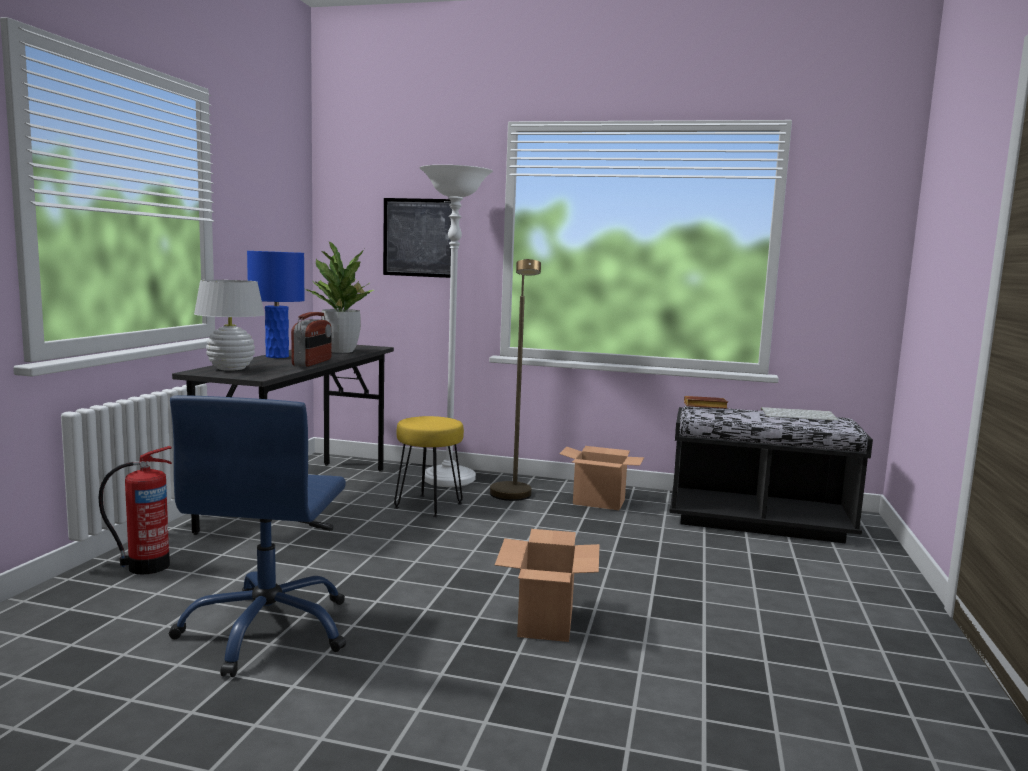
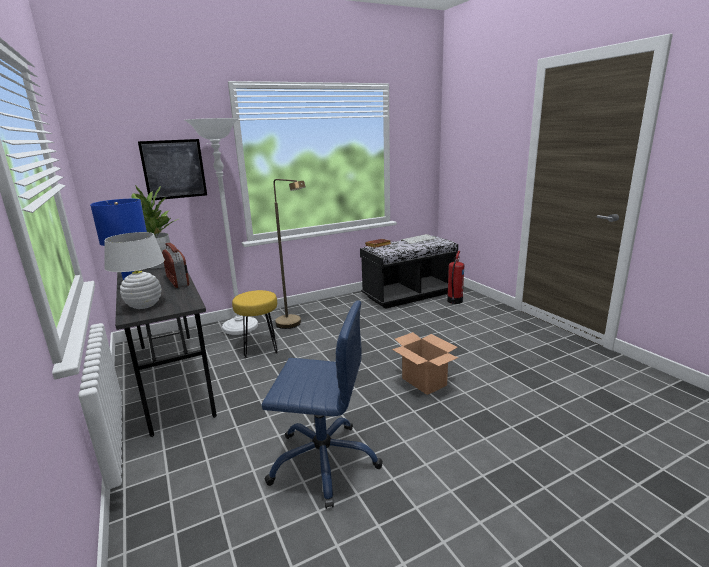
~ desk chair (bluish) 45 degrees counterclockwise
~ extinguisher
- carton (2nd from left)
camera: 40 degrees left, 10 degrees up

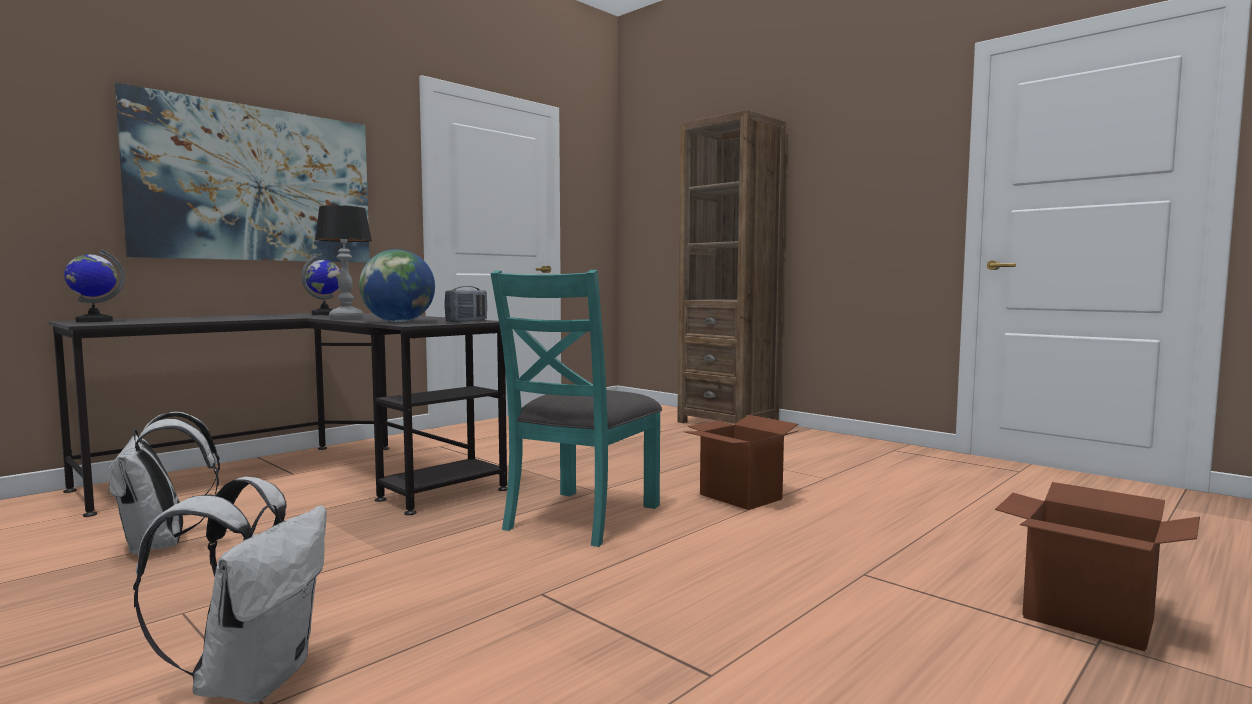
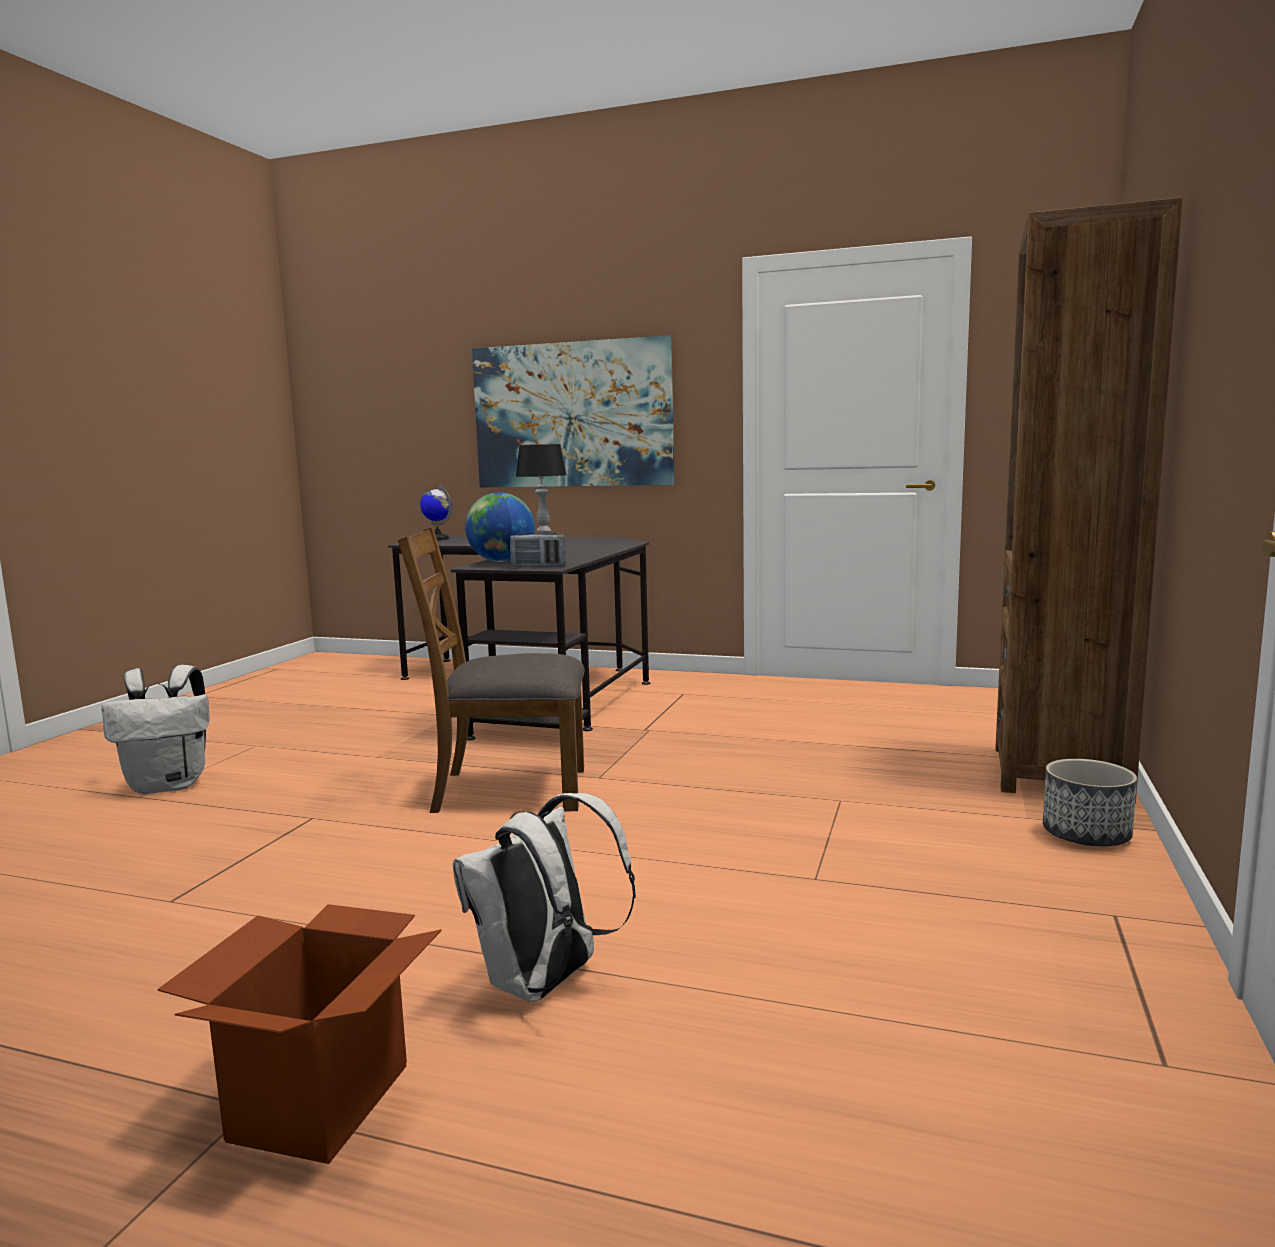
- globe (2nd from left)
~ plain chair (turquoise-coloured) to plain chair (brownish)
~ rucksack (whitish) (1st from left in the first image) to rucksack (whitish) (2nd from left)
- carton (1st from left)
+ flower pot
camera: 65 degrees right, 5 degrees up

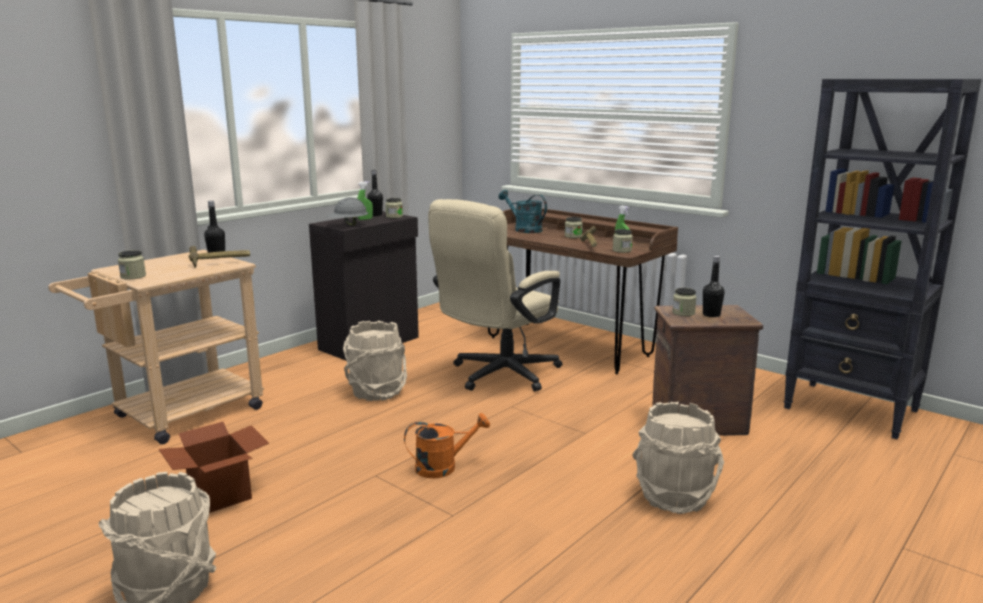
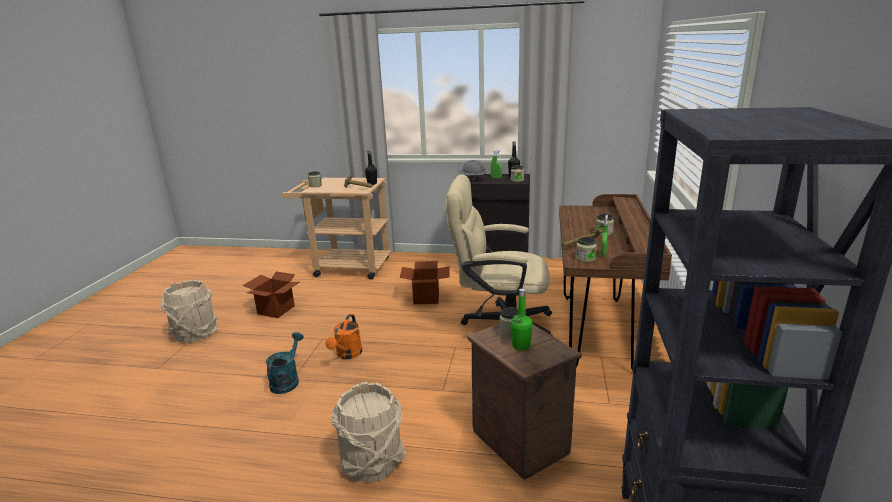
~ sprinkling can (turquoise-coloured)
~ bottle (black-coloured) (3rd from left) to bottle (green-coloured)
~ water bucket (beige) (2nd from left) to carton (2nd from left)
~ sprinkling can (orangey) 60 degrees clockwise
camera: 60 degrees right, 5 degrees up

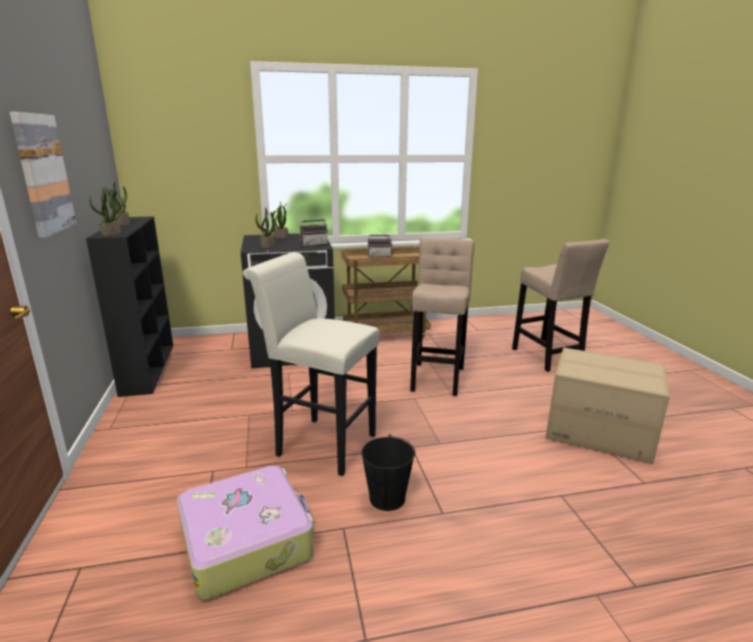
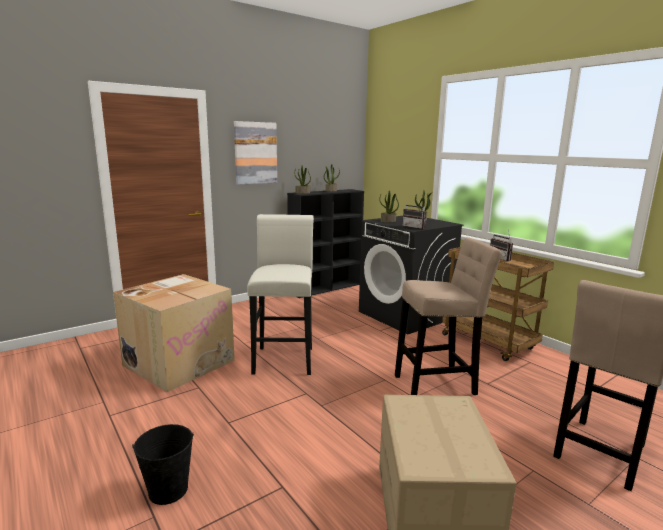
~ water bucket (black-coloured)
~ piece of luggage to carton (1st from left)
camera: 65 degrees right, 5 degrees down

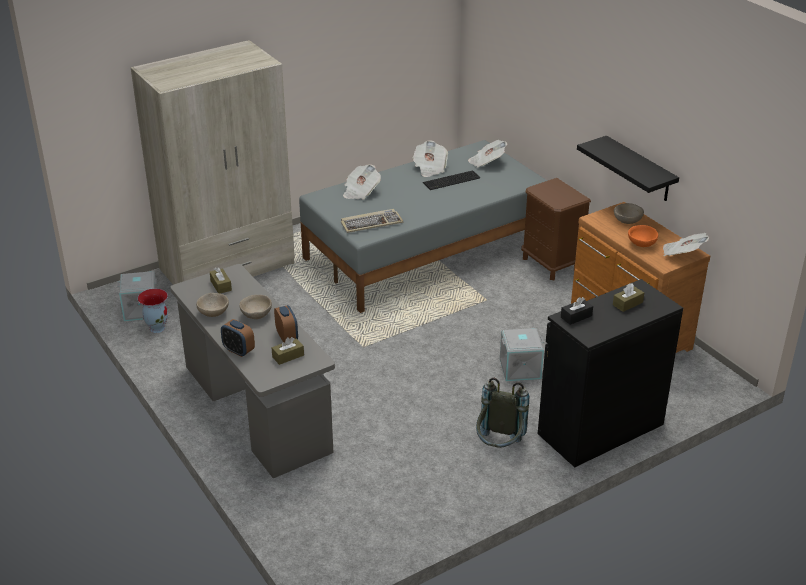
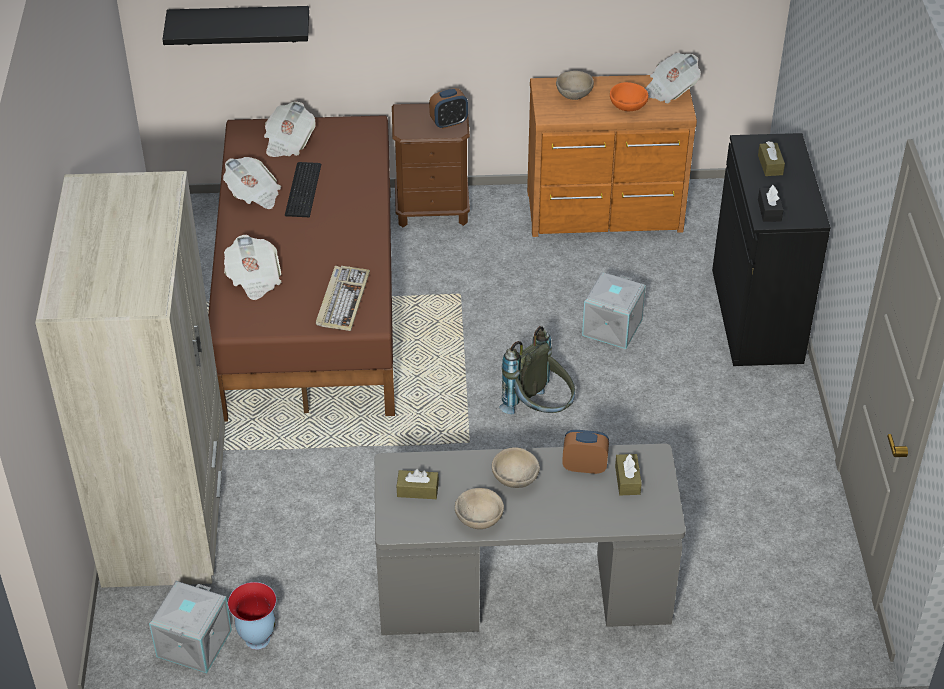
~ bracket shelf (black-coloured)
~ sleeping bed (gray) to sleeping bed (brownish)
~ bedside clock (1st from left)
~ rucksack (gray)
camera: 60 degrees left, 10 degrees up

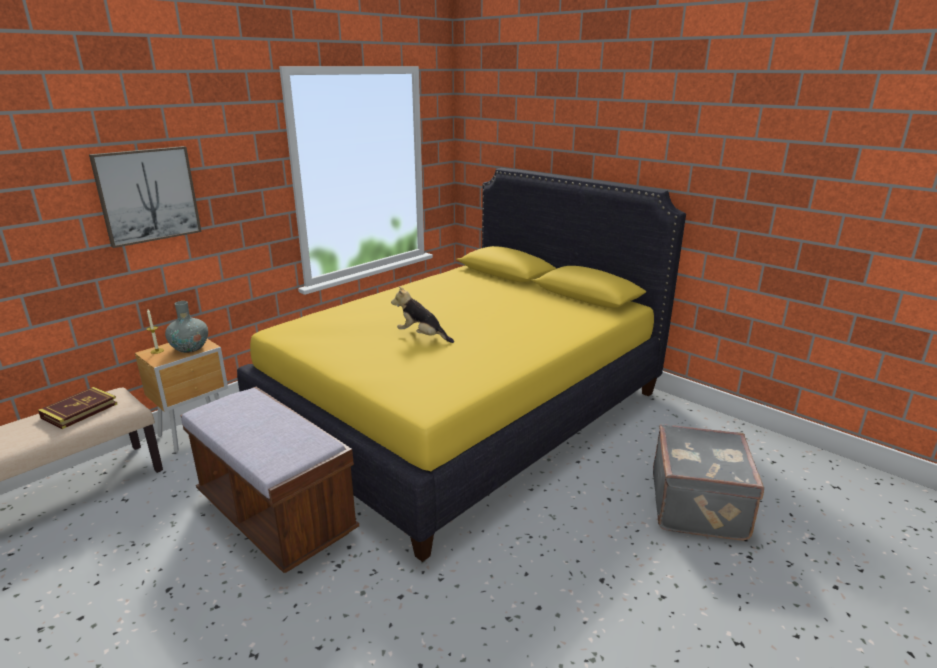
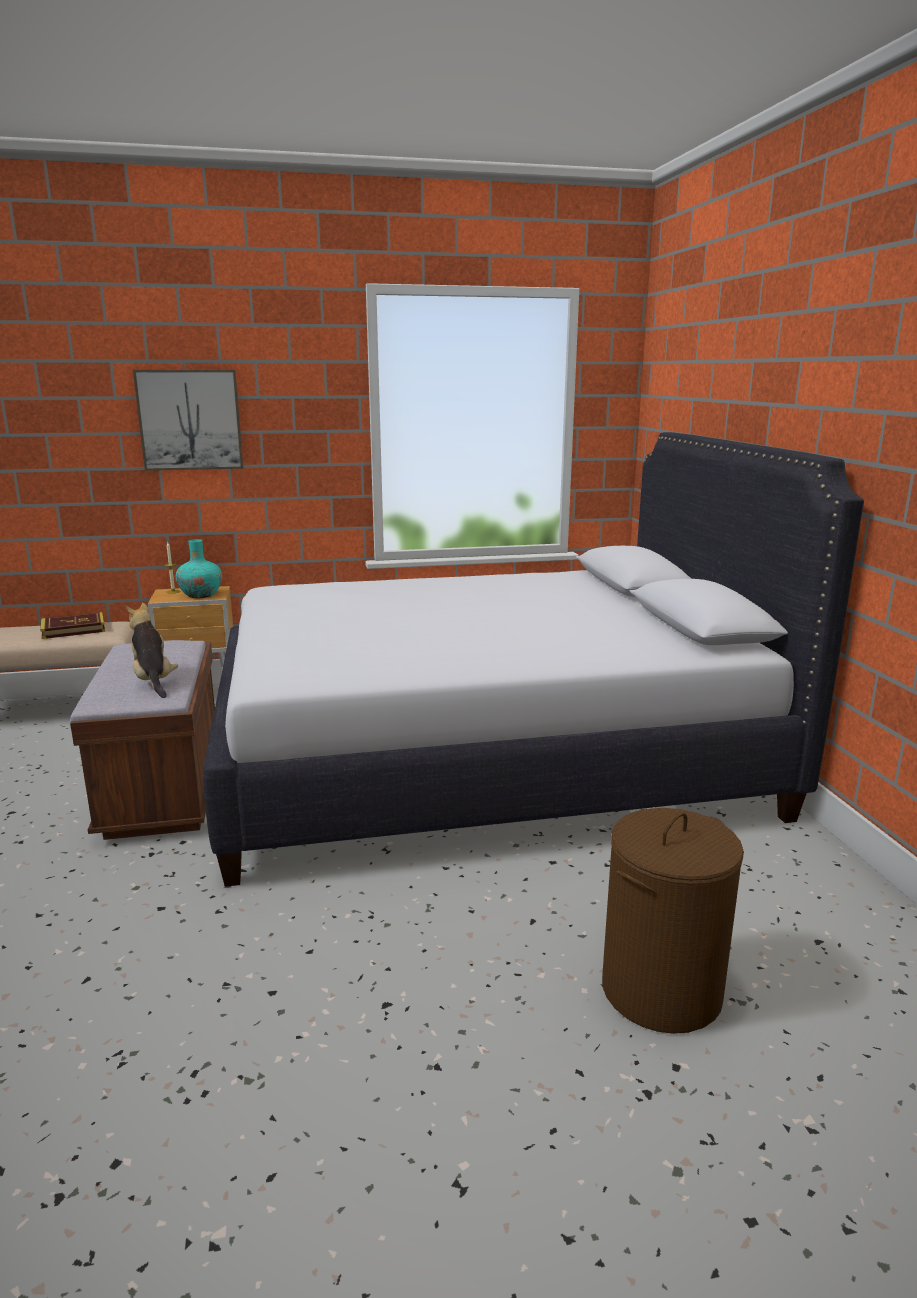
~ sleeping bed (yellowish) to sleeping bed (whitish)
~ cuddly toy
~ vase (gray) to vase (turquoise-coloured)
~ piece of luggage (gray) to washing basket (brownish)
camera: 35 degrees right, 5 degrees down

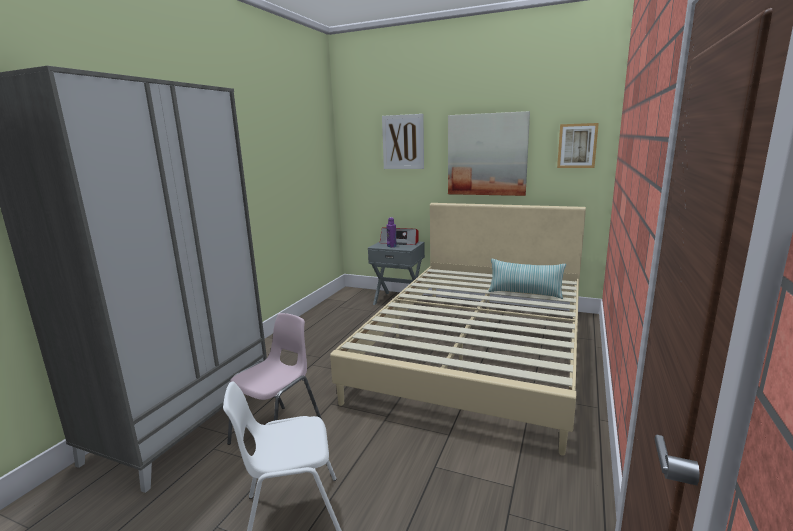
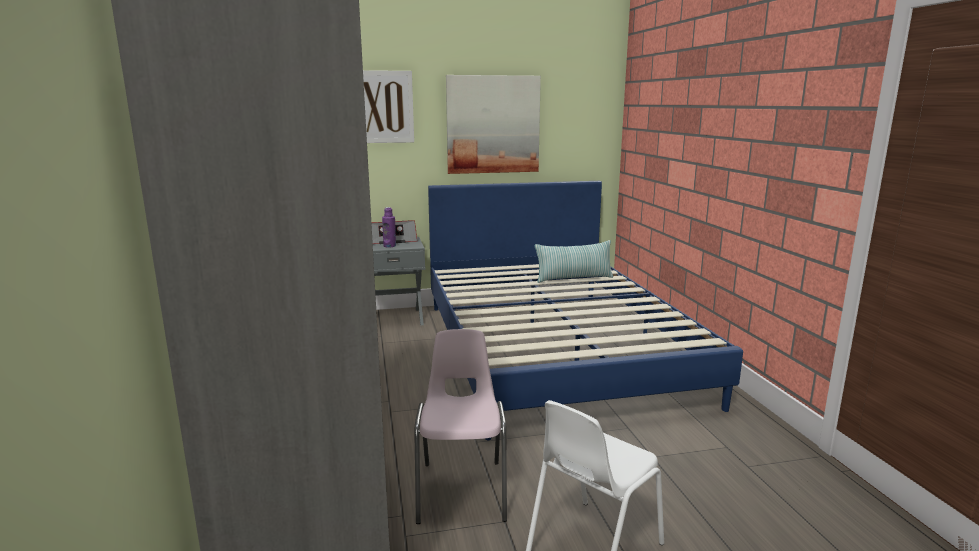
- wall art (3rd from left)
~ sleeping bed (beige) to sleeping bed (bluish)
camera: 35 degrees left, 0 degrees up

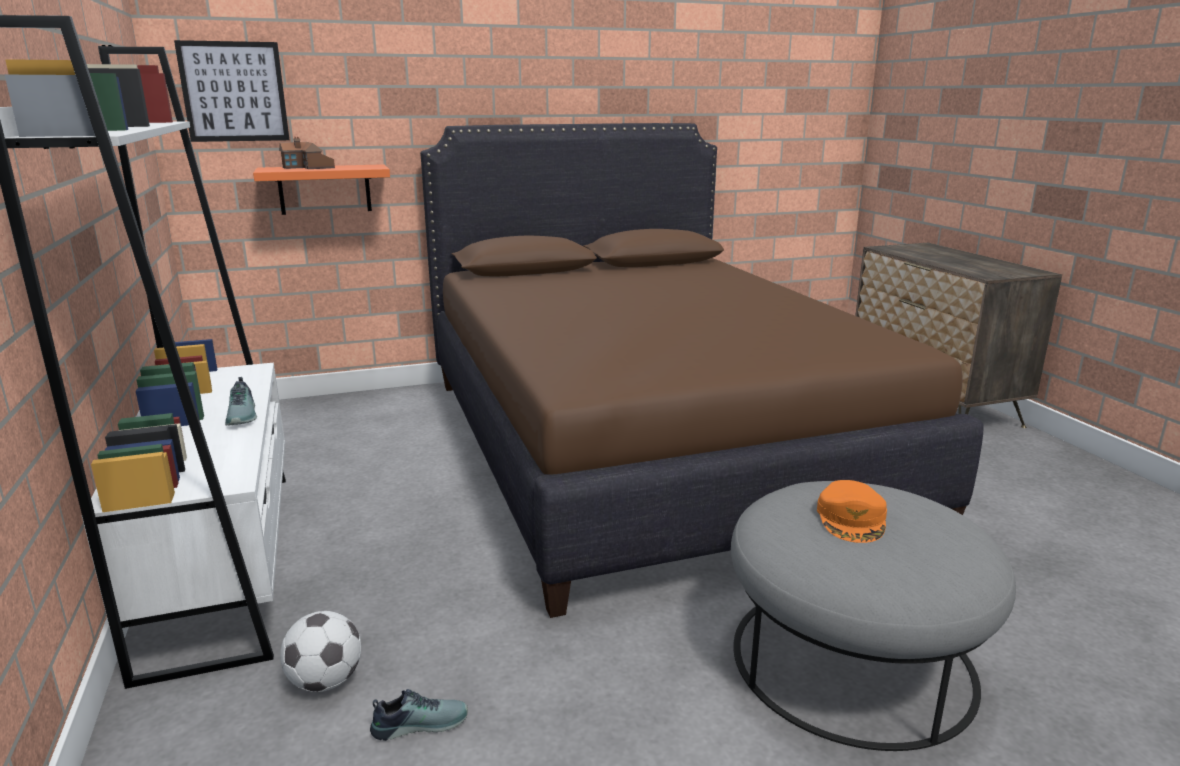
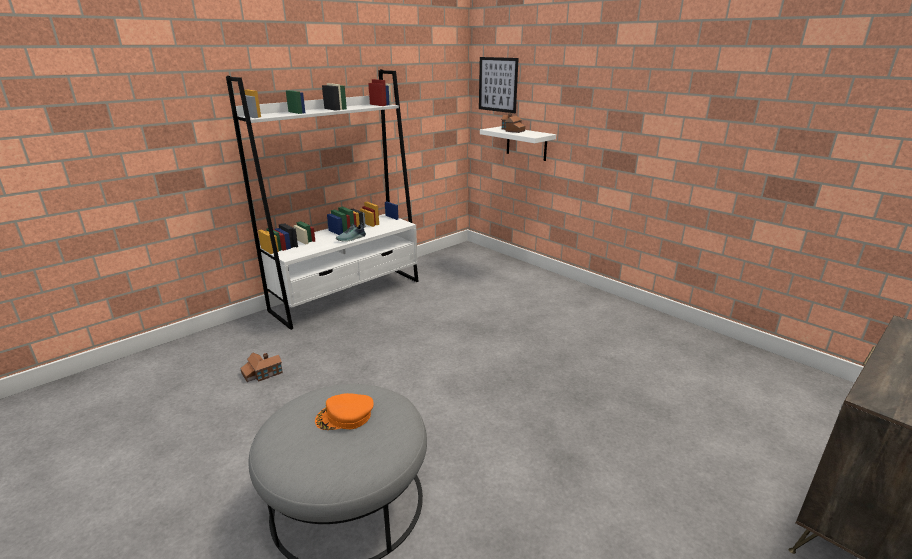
- sleeping bed (brownish)
~ bracket shelf (orangey) to bracket shelf (whitish)
- ball for football
~ item of footwear (2nd from left) to model house (1st from left)
camera: 65 degrees right, 5 degrees up

